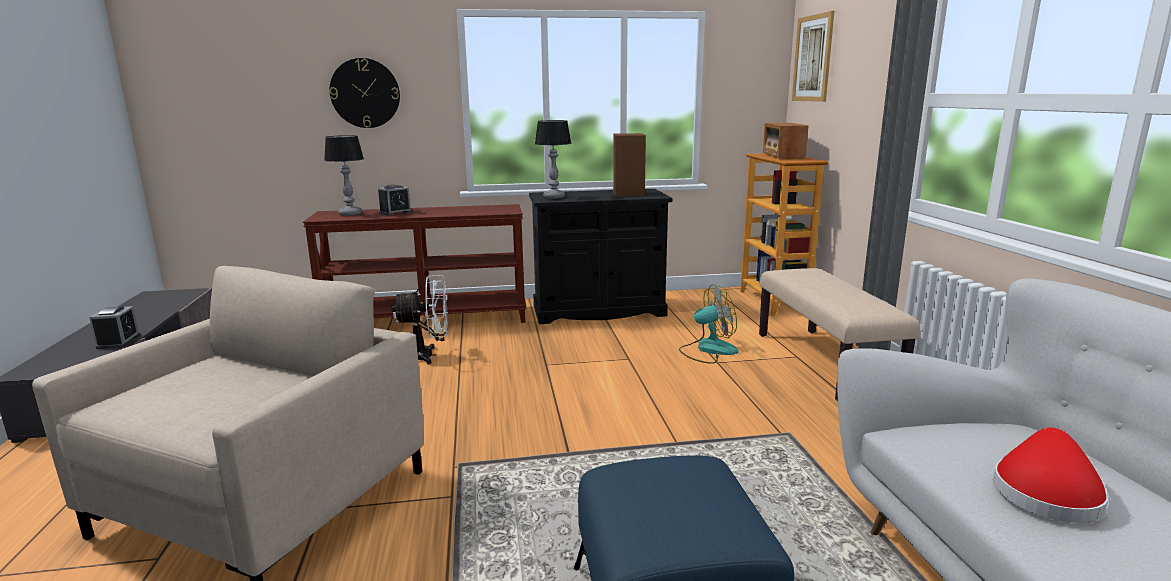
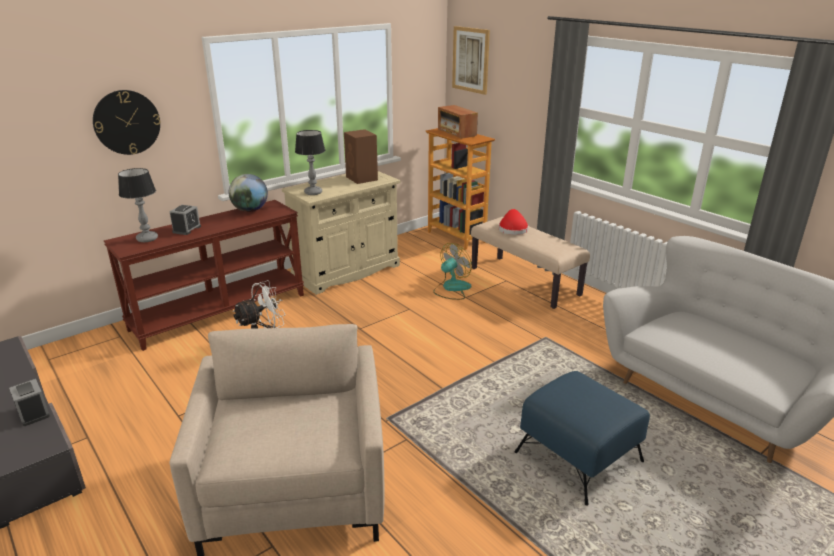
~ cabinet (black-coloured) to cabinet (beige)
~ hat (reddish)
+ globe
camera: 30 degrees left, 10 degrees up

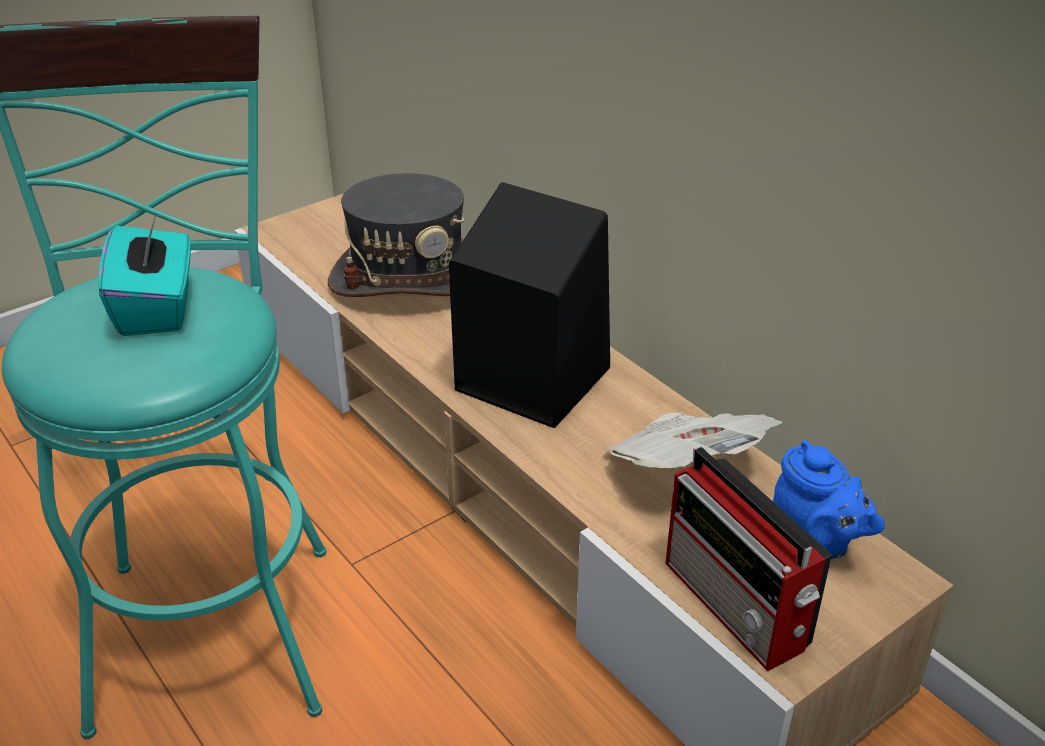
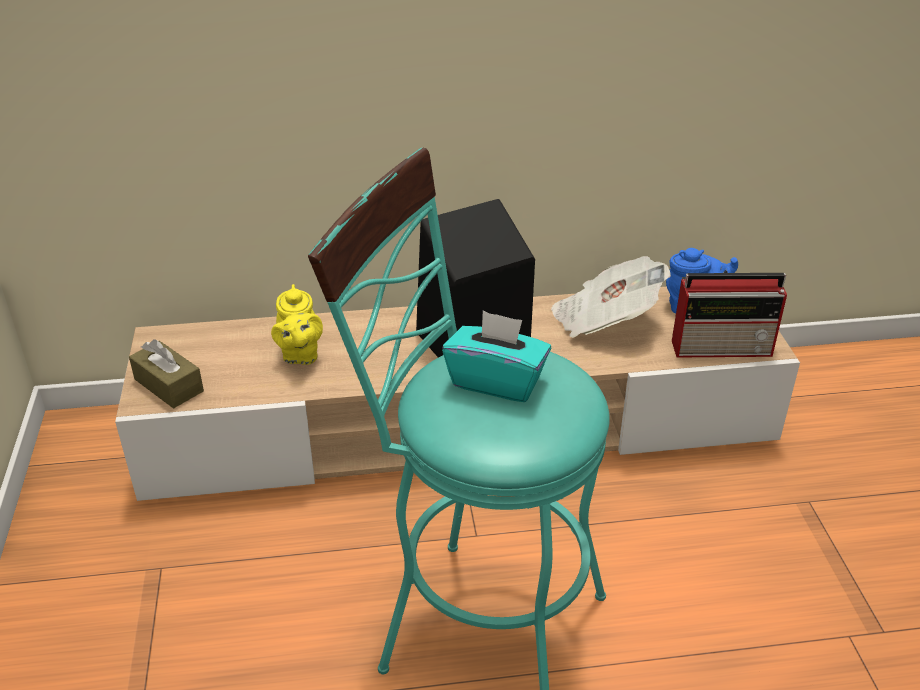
~ hat (gray) to tea pot (yellowish)
+ tissue holder (brownish)
camera: 60 degrees left, 0 degrees up

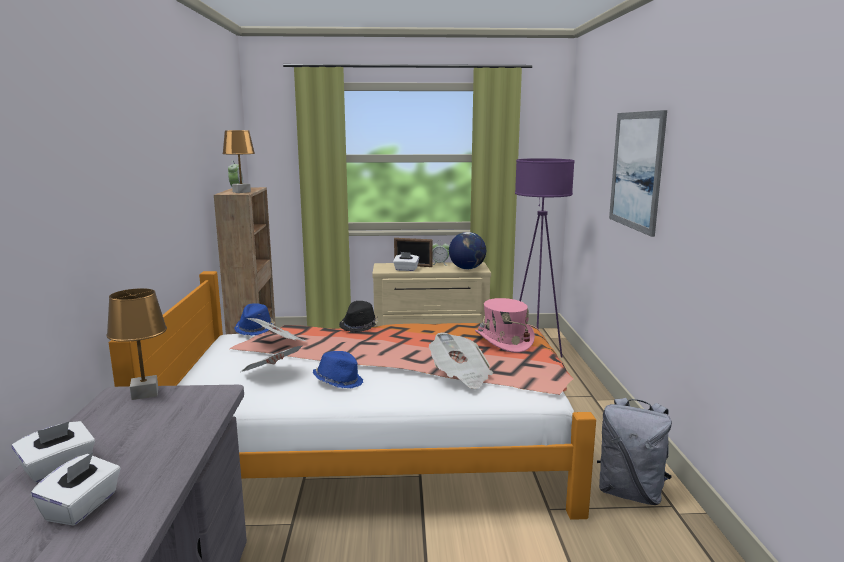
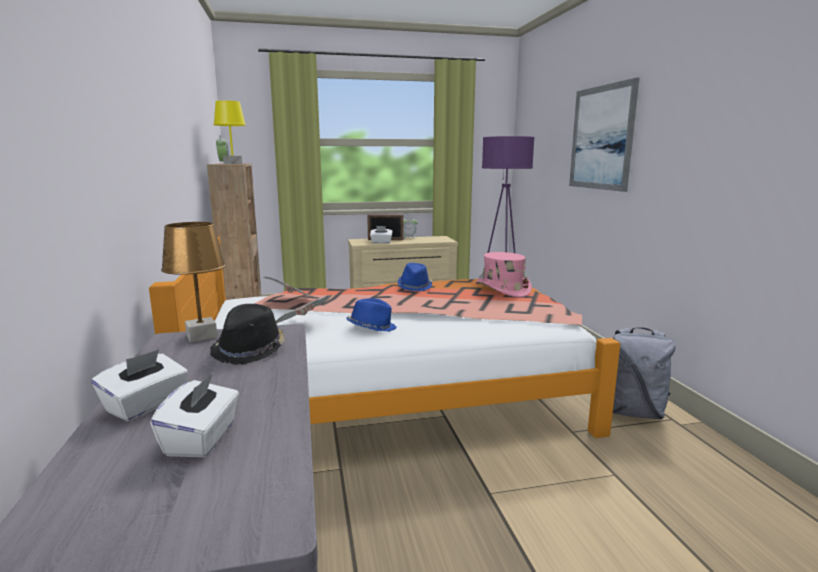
~ lamp for a table (brownish) (2nd from left) to lamp for a table (yellowish)
- globe
~ hat (black-coloured)
~ hat (bluish) (1st from left in the first image) to hat (bluish) (2nd from left)
- printed paper (3rd from left)
camera: 10 degrees left, 0 degrees up

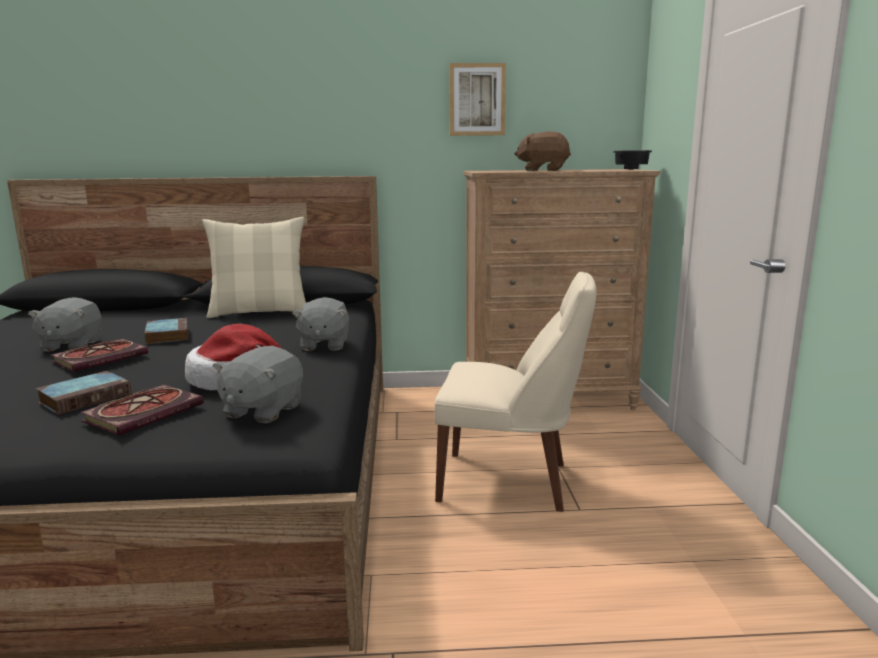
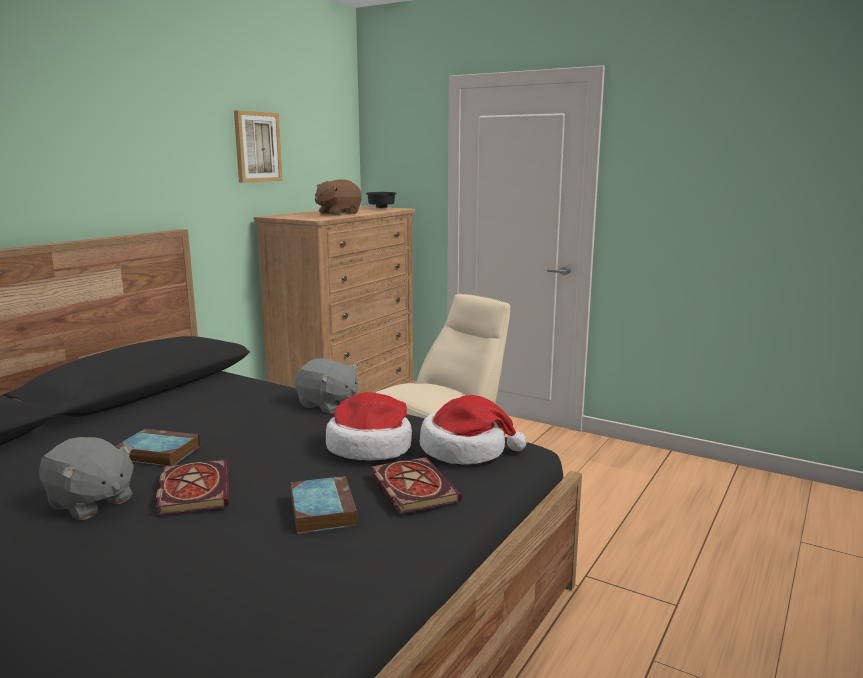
- throw pillow (beige)
~ cuddly toy (gray) (2nd from left) to hat (2nd from left)
camera: 55 degrees left, 0 degrees up

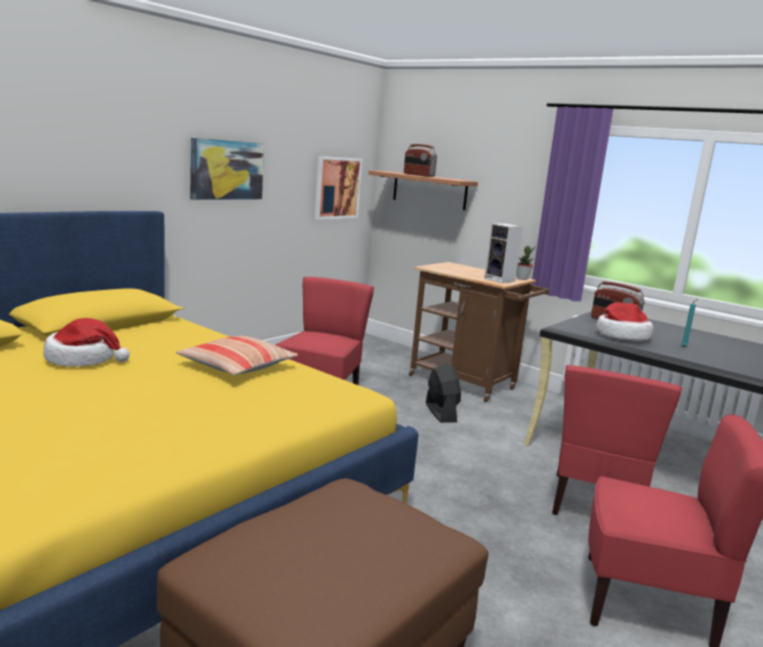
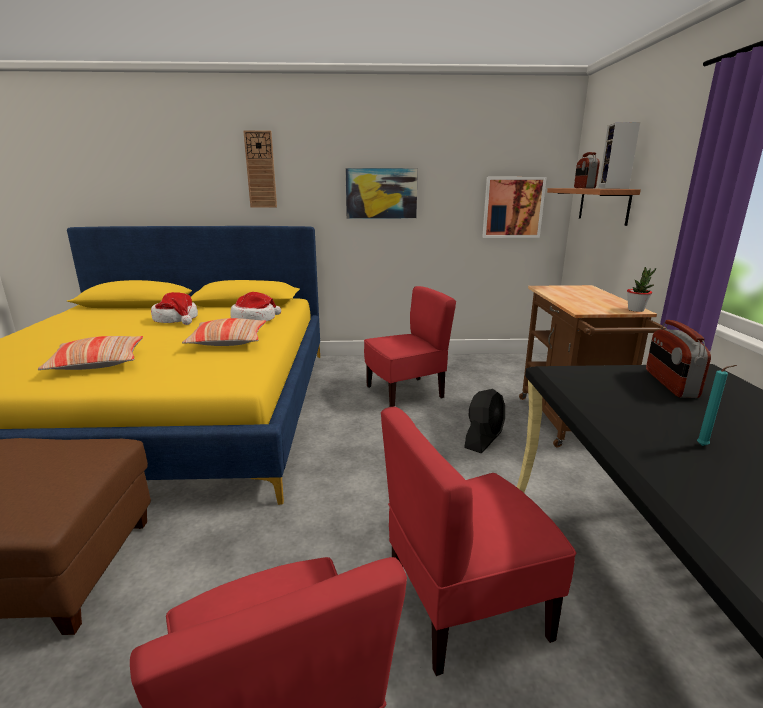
~ speaker
~ hat (2nd from left)
+ wall clock
+ throw pillow (1st from left)
camera: 50 degrees right, 5 degrees up

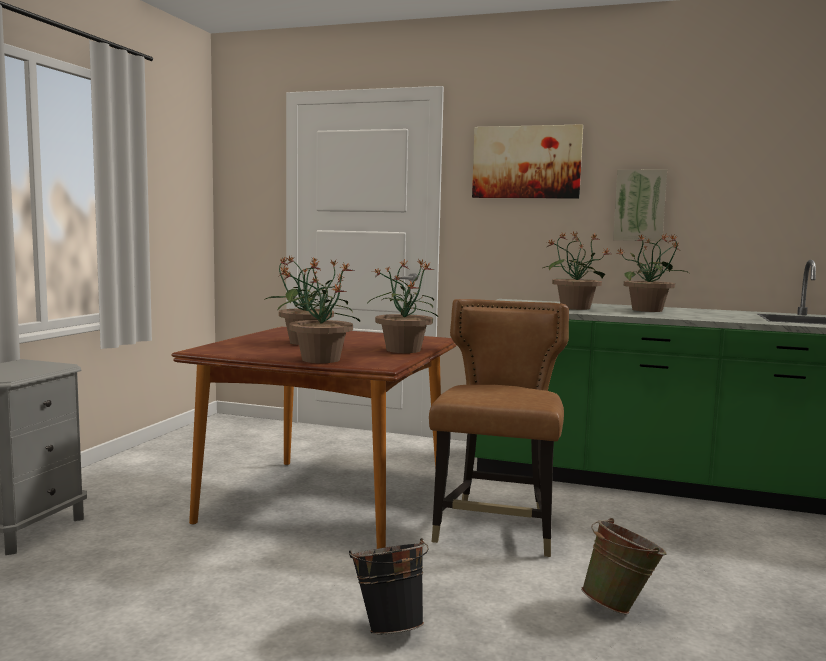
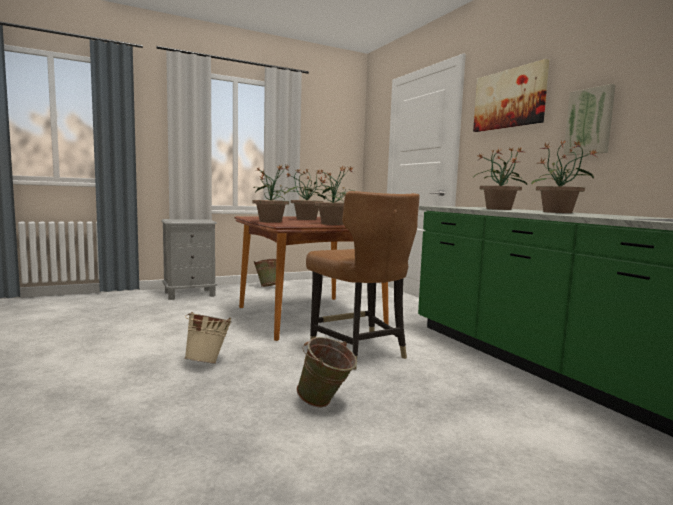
~ plain chair (brownish) 90 degrees clockwise
~ water bucket (black-coloured) to water bucket (beige)
+ water bucket (green-coloured) (1st from left)
camera: 45 degrees right, 0 degrees up

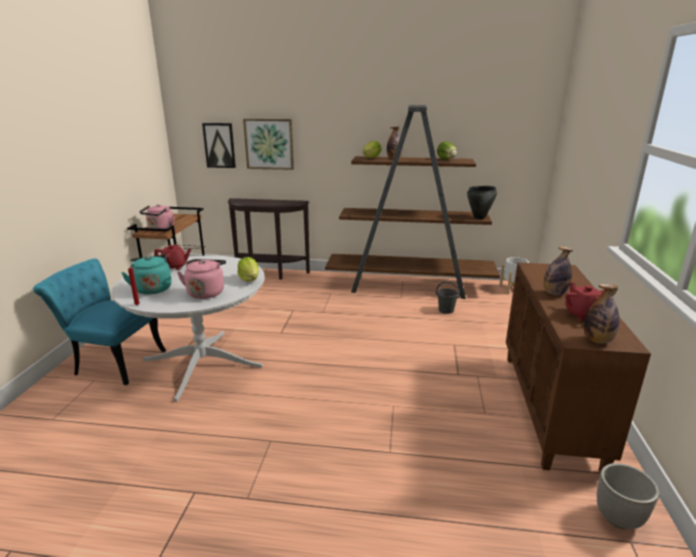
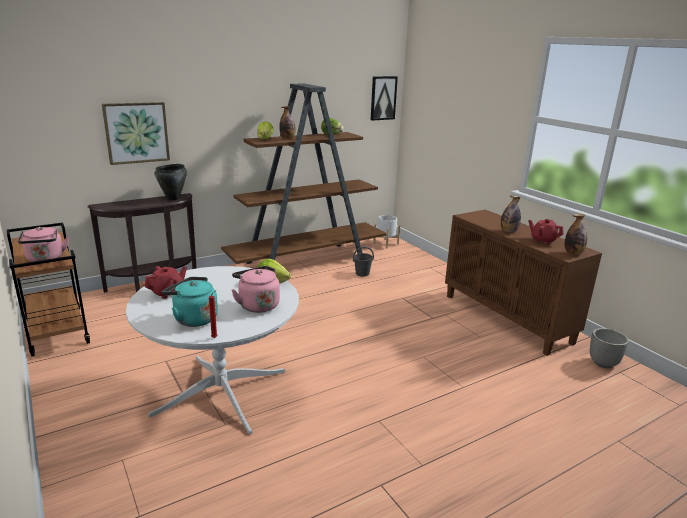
~ wall art (1st from left in the first image) to wall art (2nd from left)
~ cooking pot (black-coloured)
- plain chair (turquoise-coloured)
camera: 40 degrees left, 0 degrees up

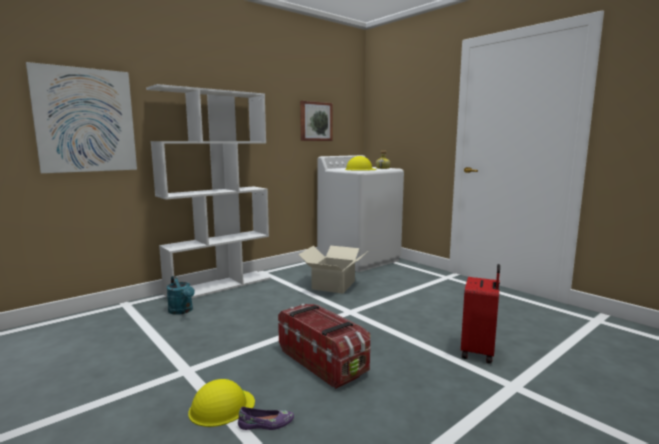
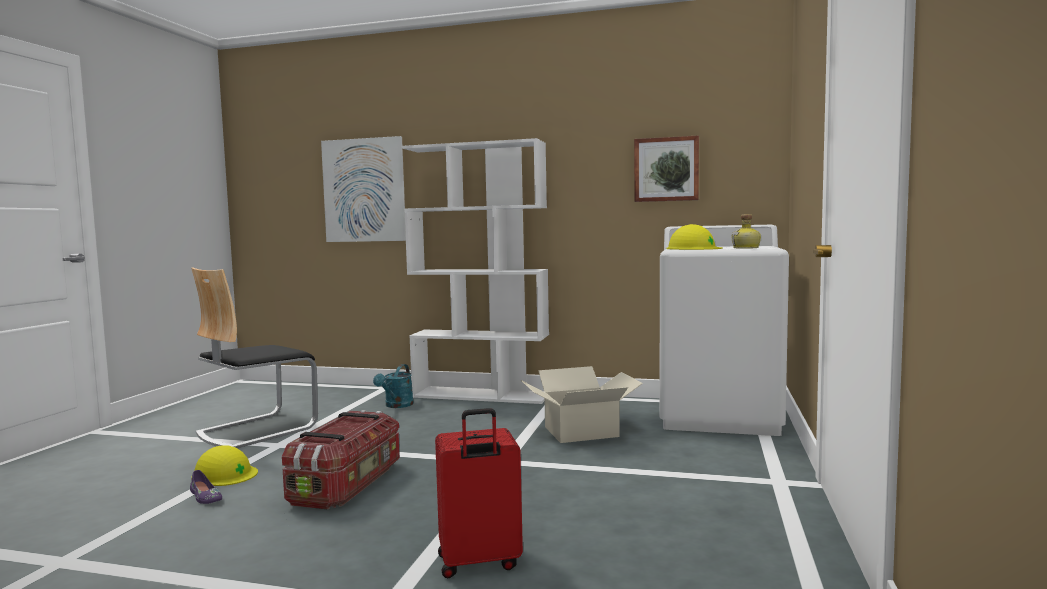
+ plain chair
camera: 55 degrees right, 5 degrees down

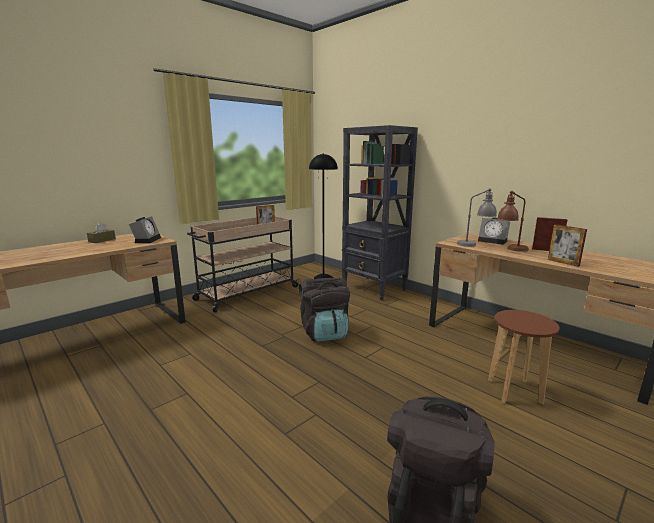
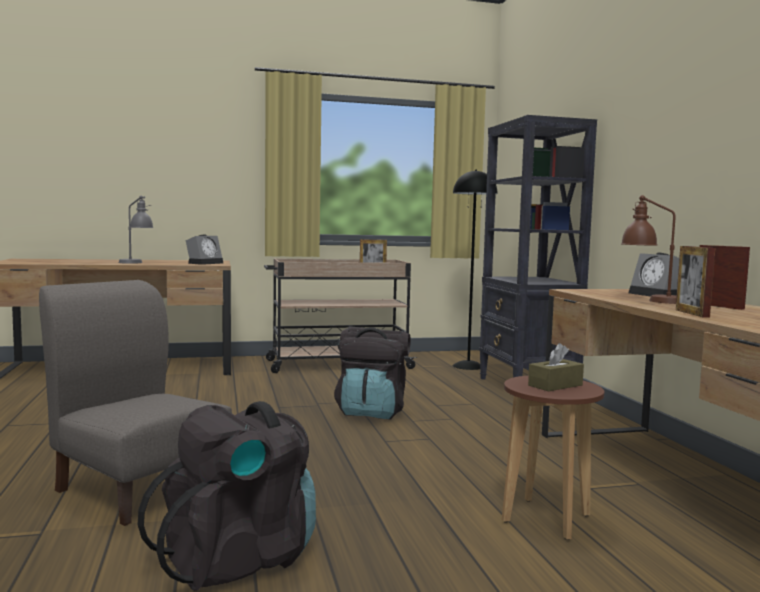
~ lamp for a table (gray)
~ tissue holder (brownish)
+ plain chair (gray)
camera: 30 degrees right, 10 degrees down

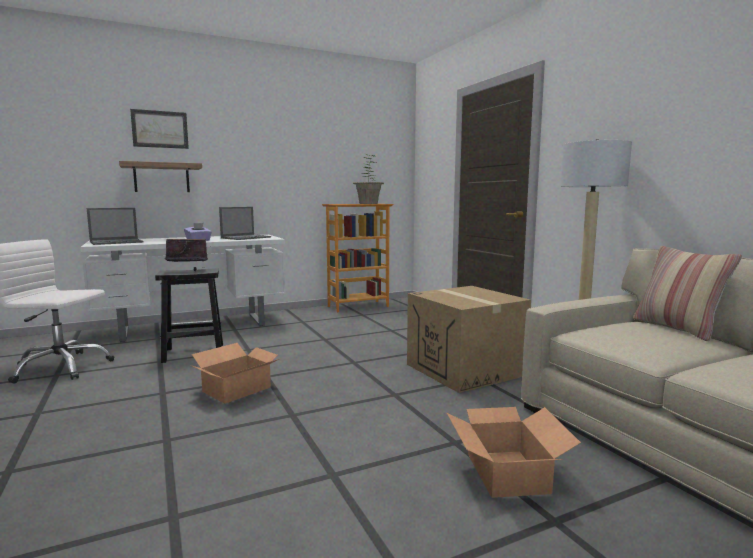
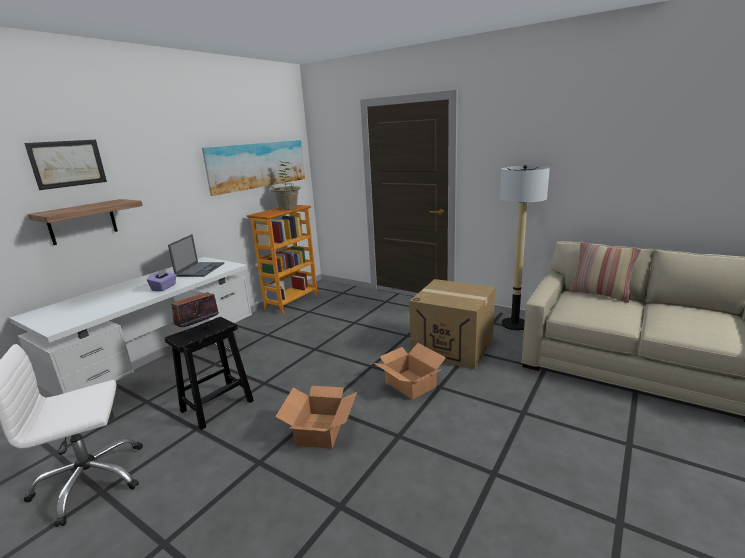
- laptop (1st from left)
~ carton (3rd from left in the first image) to carton (2nd from left)
+ wall art (2nd from left)
camera: 30 degrees left, 10 degrees up

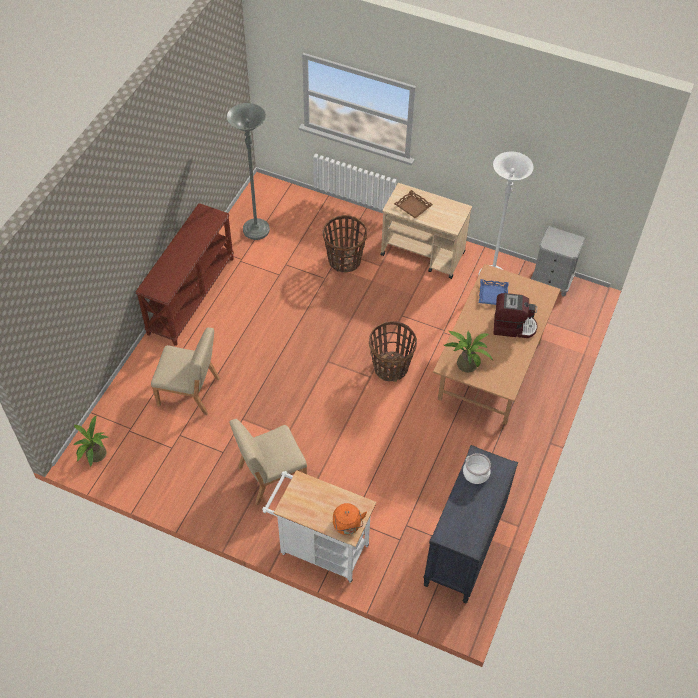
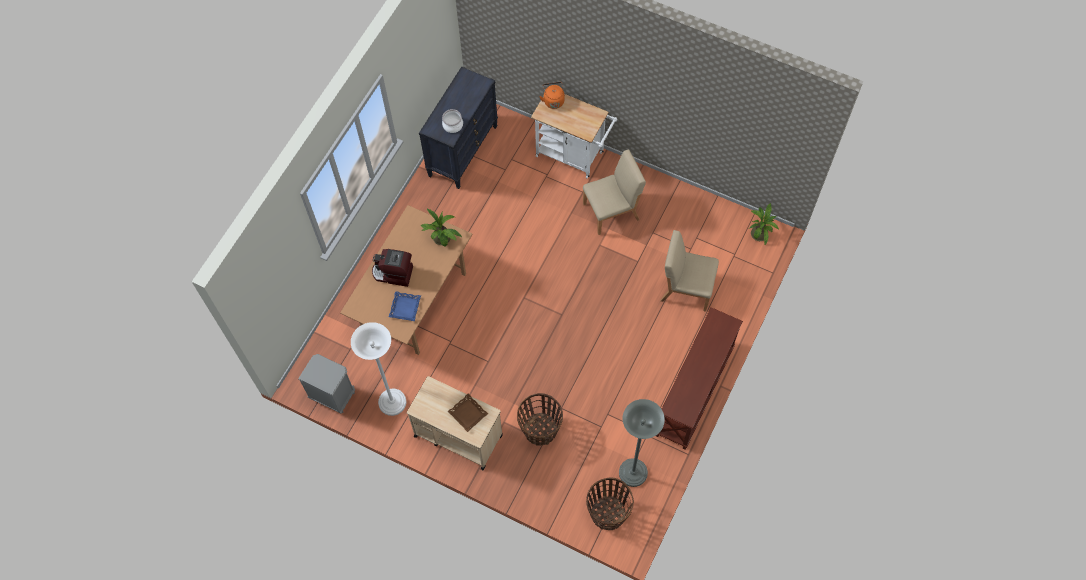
~ basket (2nd from left)
camera: 175 degrees left, 10 degrees up

